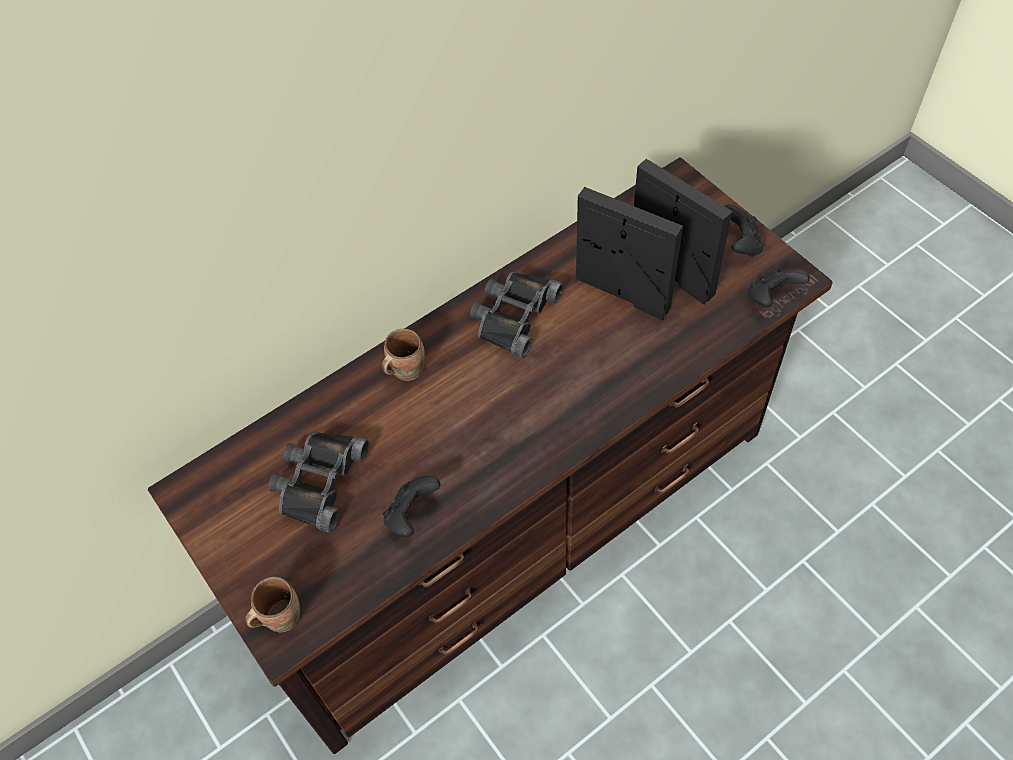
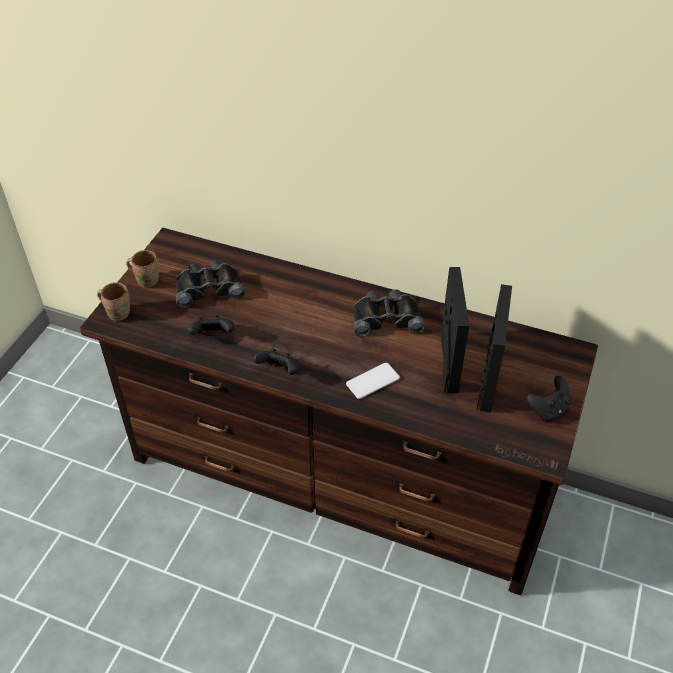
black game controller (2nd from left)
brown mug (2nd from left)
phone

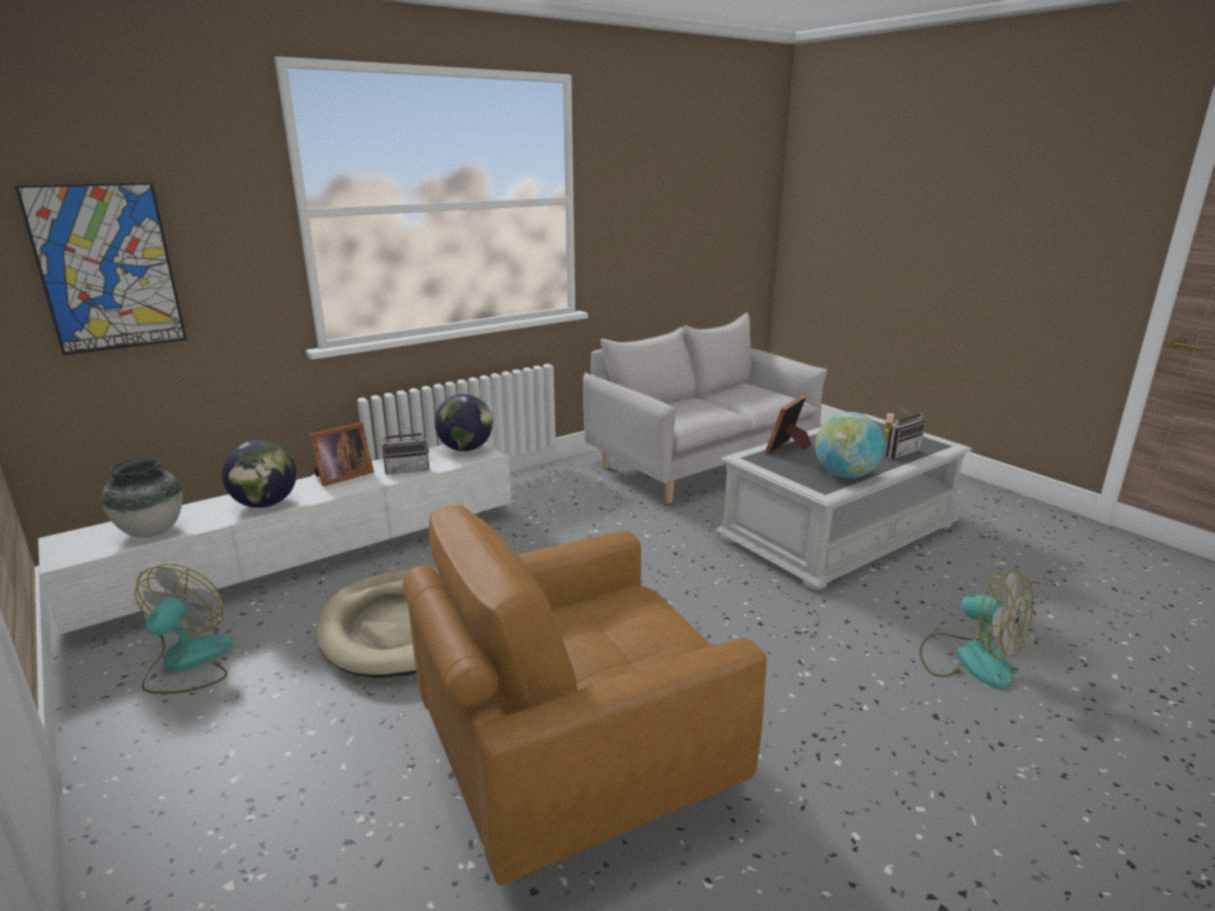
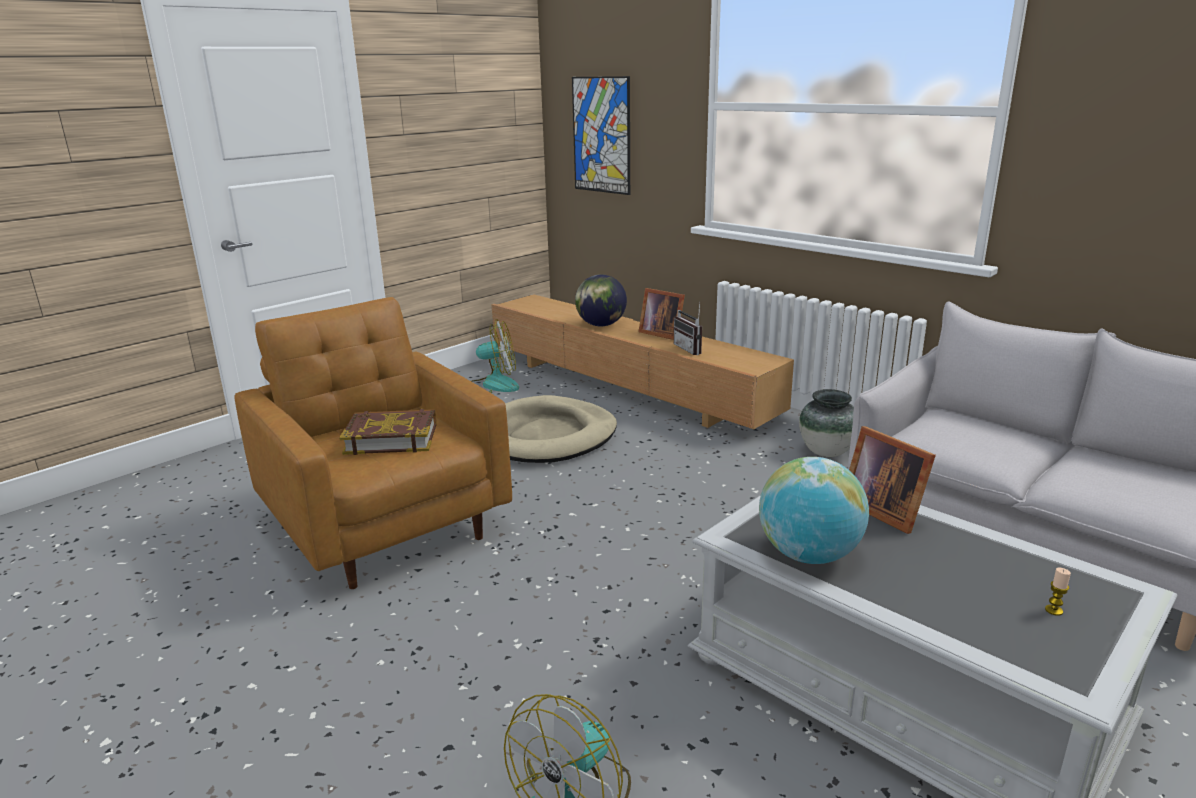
globe (2nd from left in the first image)
picture frame (2nd from left)
radio (2nd from left in the first image)
brown tv stand
vase
book

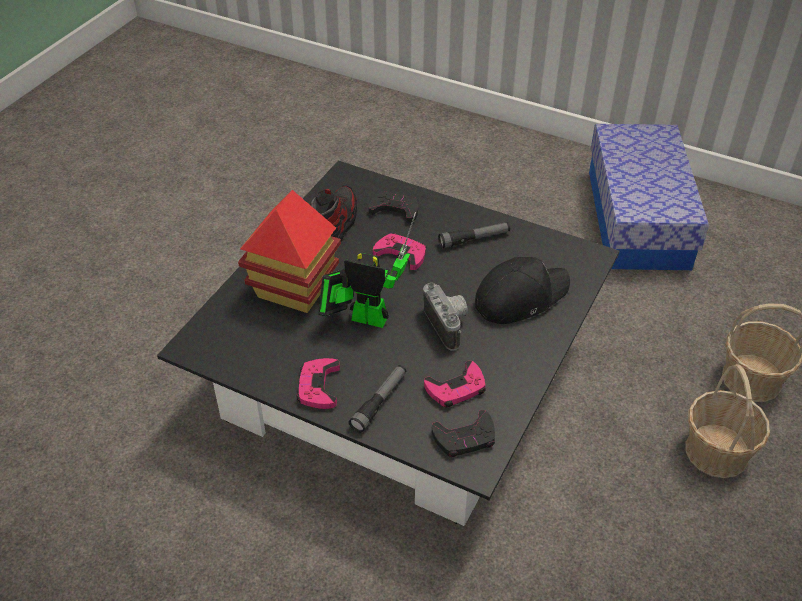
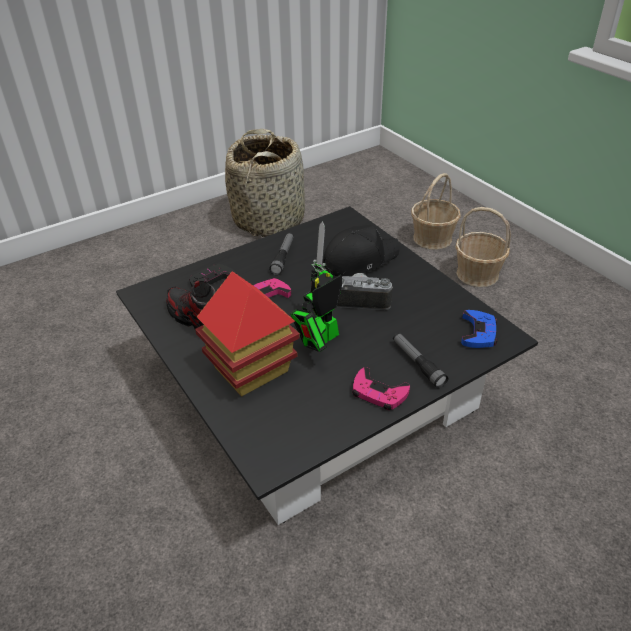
basket (1st from left)
black cap
pink game controller (3rd from left in the first image)
blue game controller

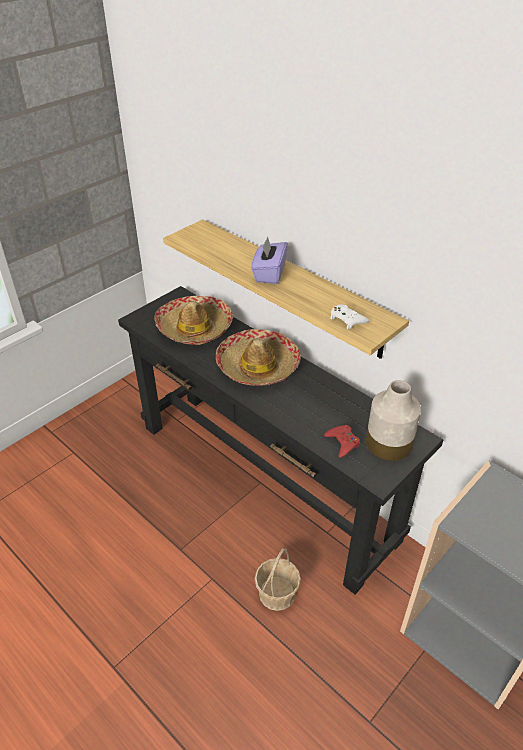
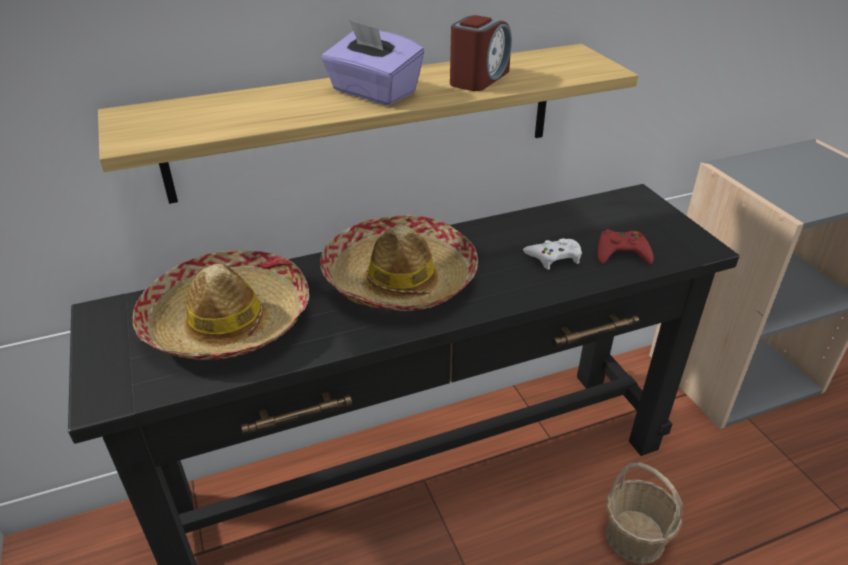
white game controller
beige vase
alarm clock

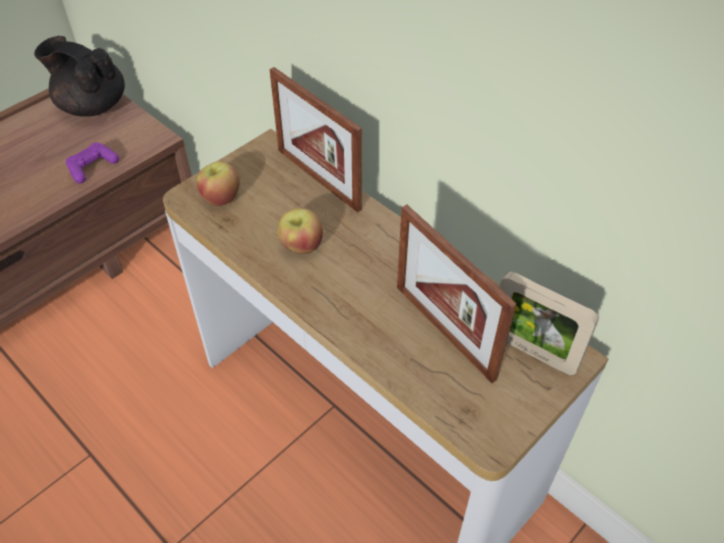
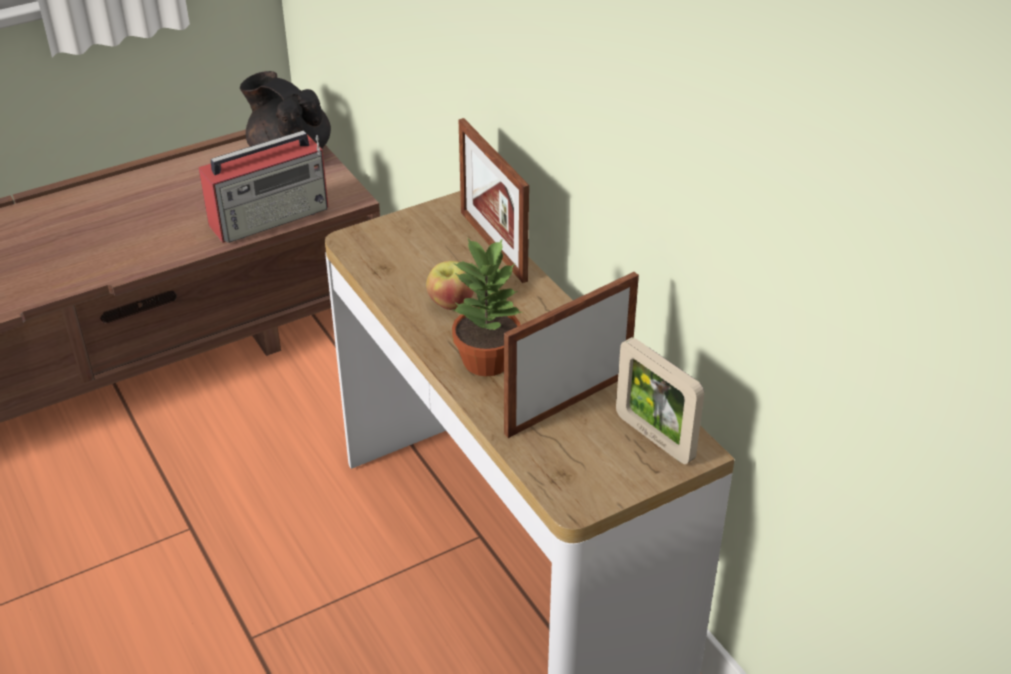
radio
apple (1st from left in the first image)
picture frame (2nd from left)
potted plant

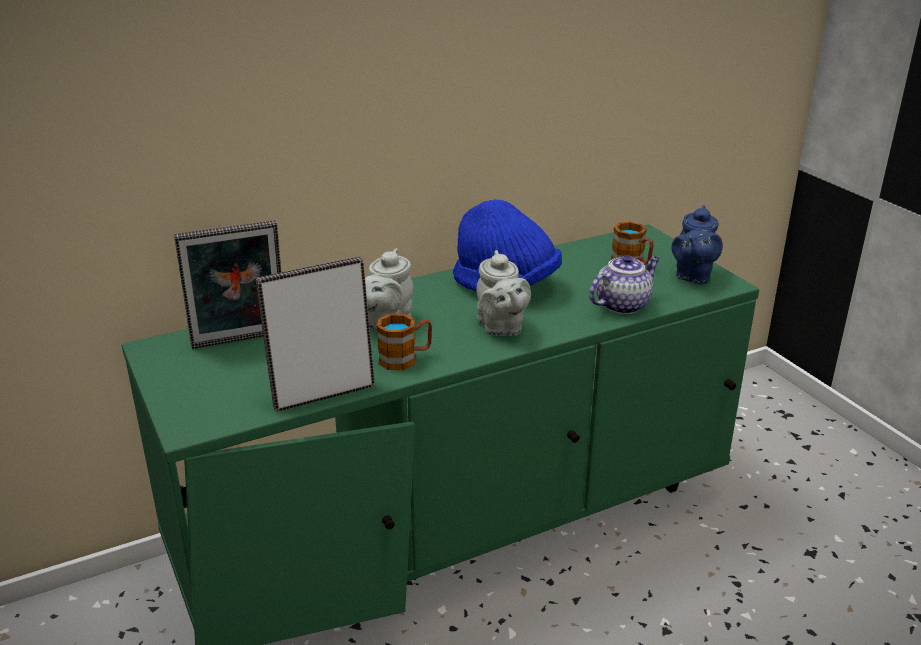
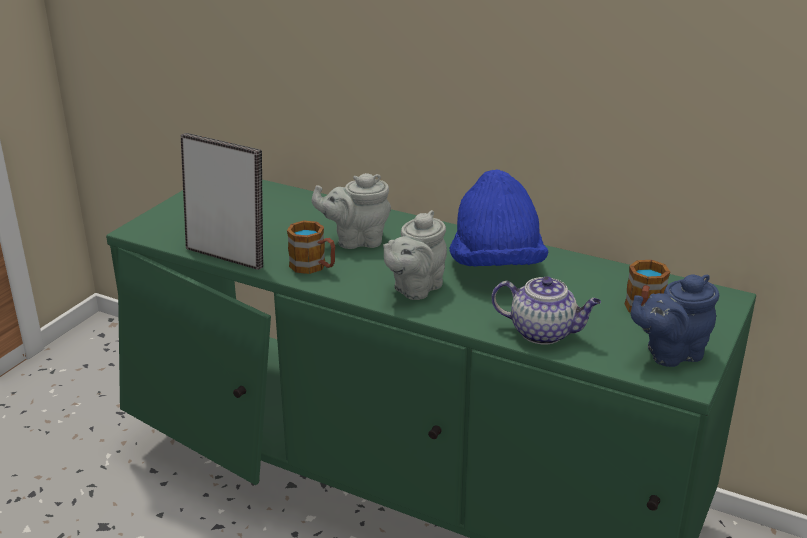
picture frame (1st from left in the first image)

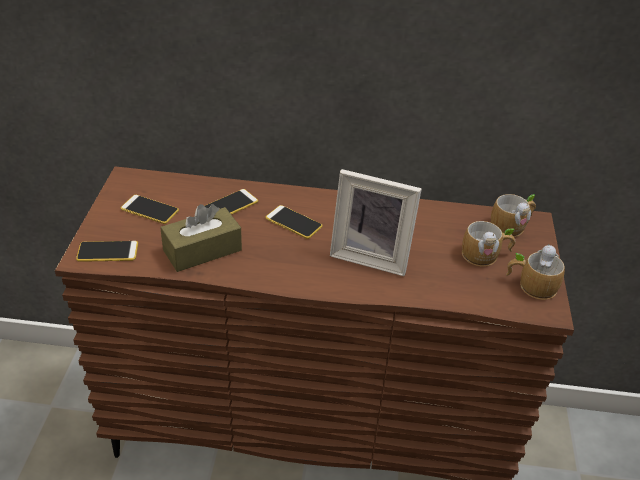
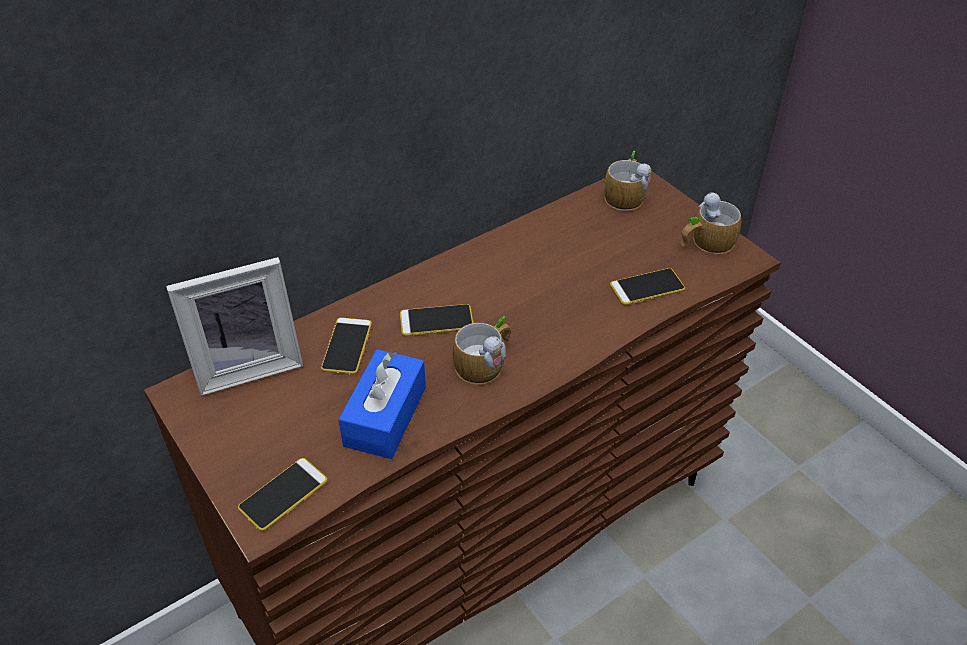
picture frame
phone (4th from left)
blue tissue box
mug (1st from left)

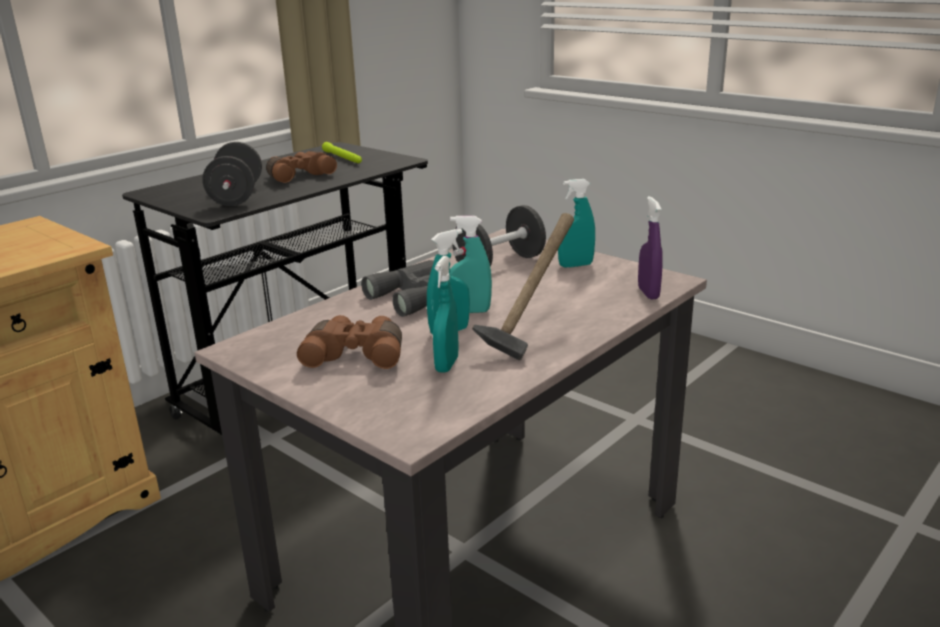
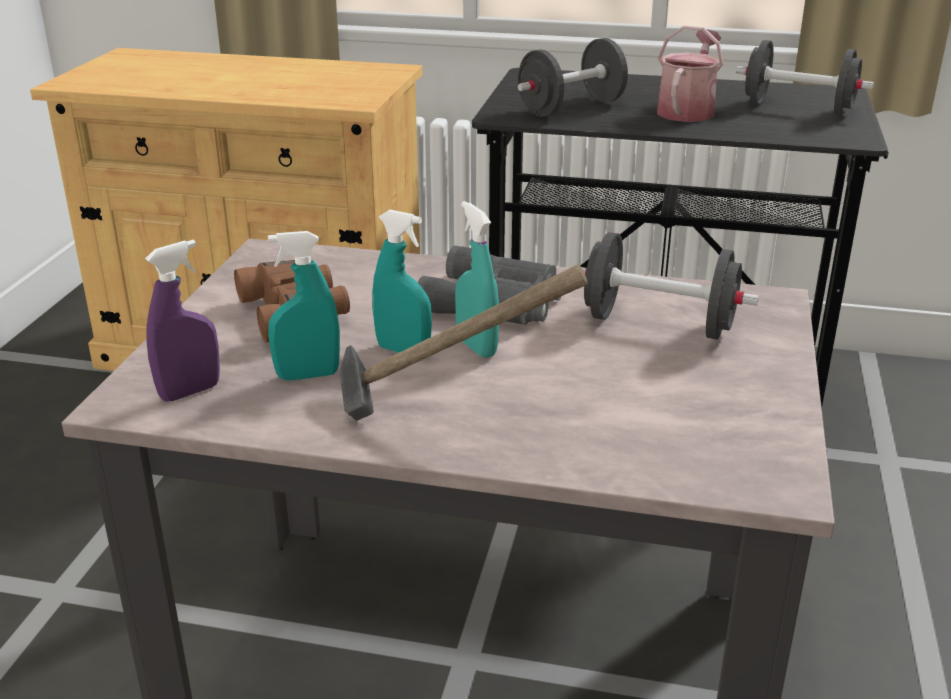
black dumbbell (3rd from left)
watering can
turquoise spray bottle (4th from left in the first image)
purple spray bottle

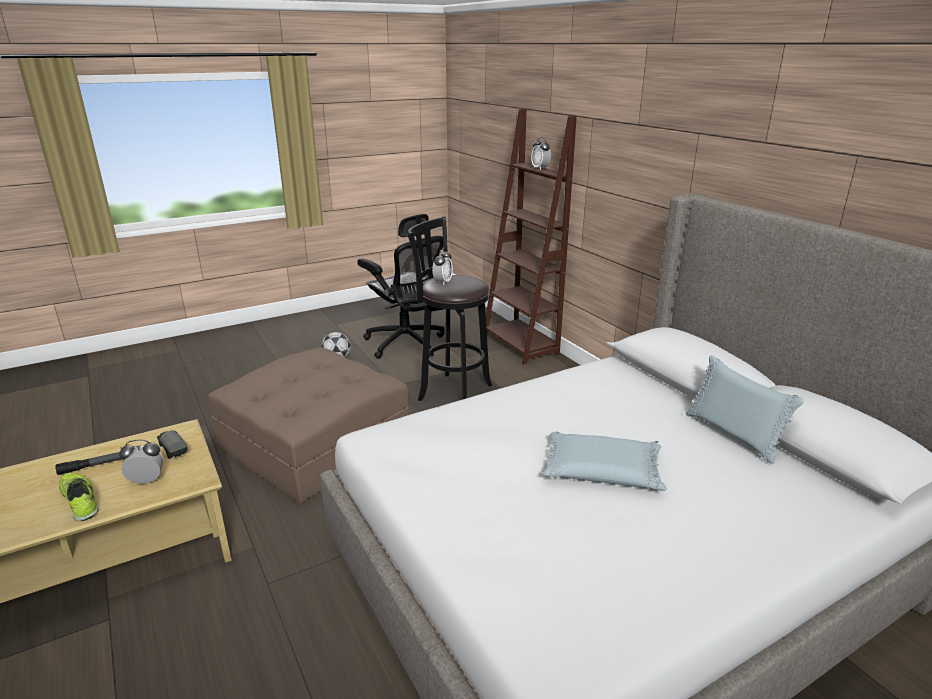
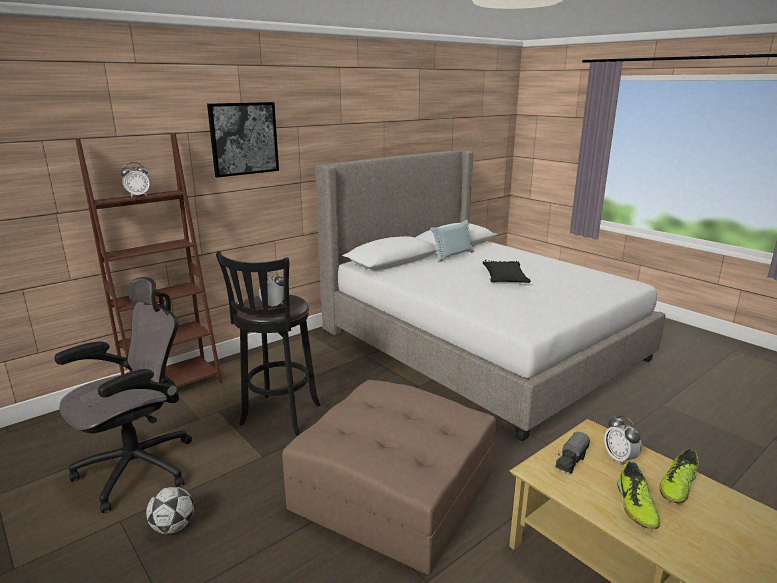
black pillow
shoe (1st from left)
picture

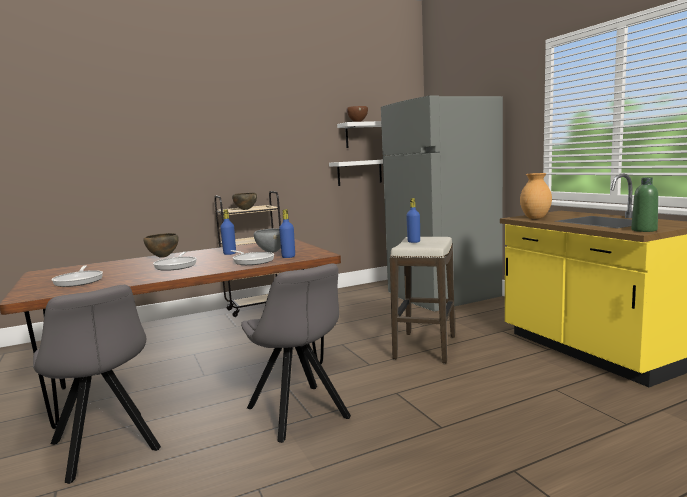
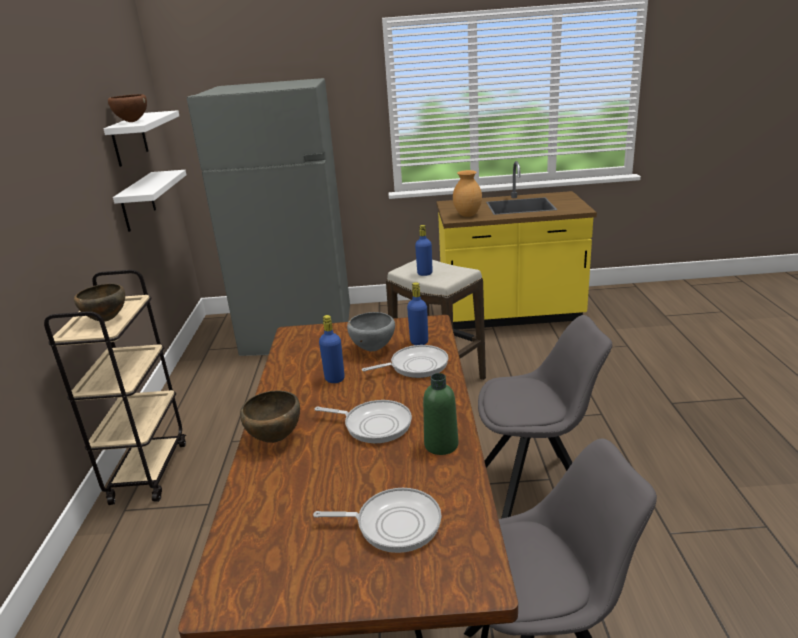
green bottle

